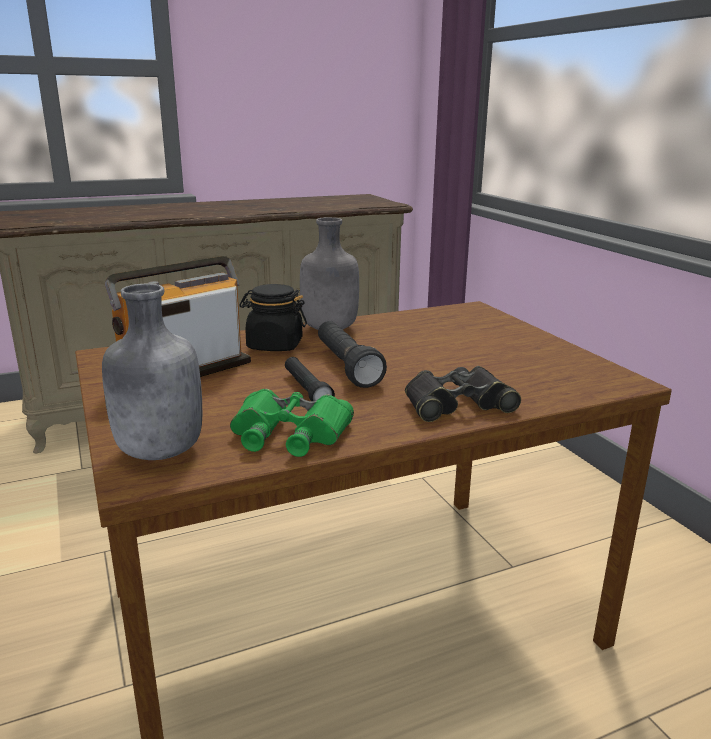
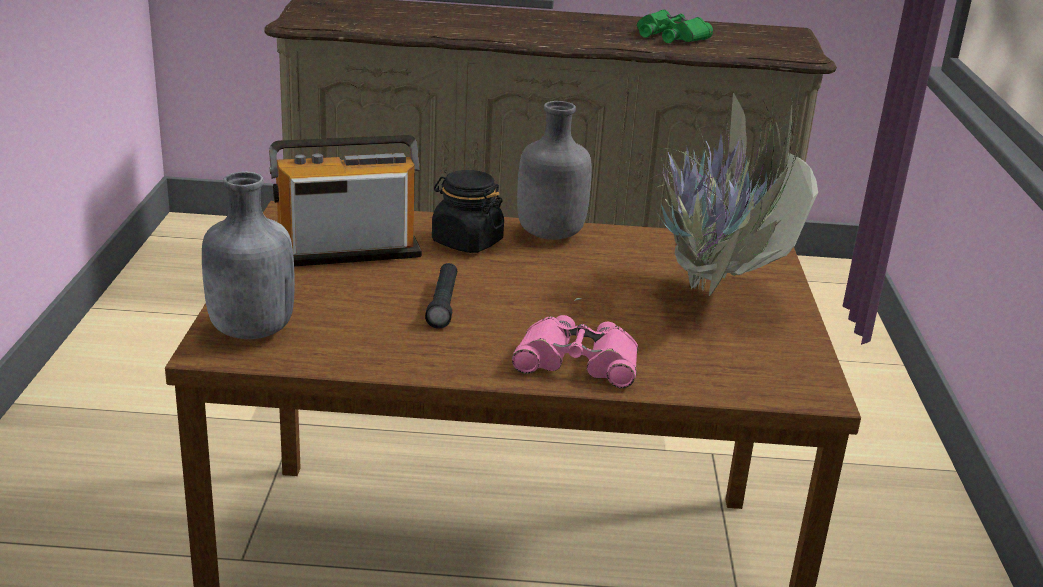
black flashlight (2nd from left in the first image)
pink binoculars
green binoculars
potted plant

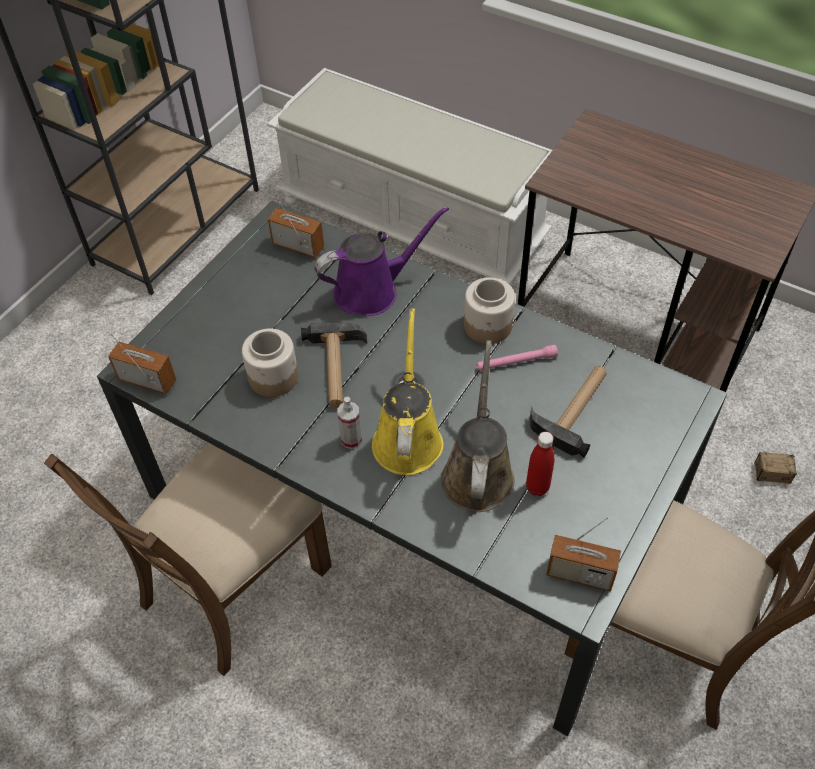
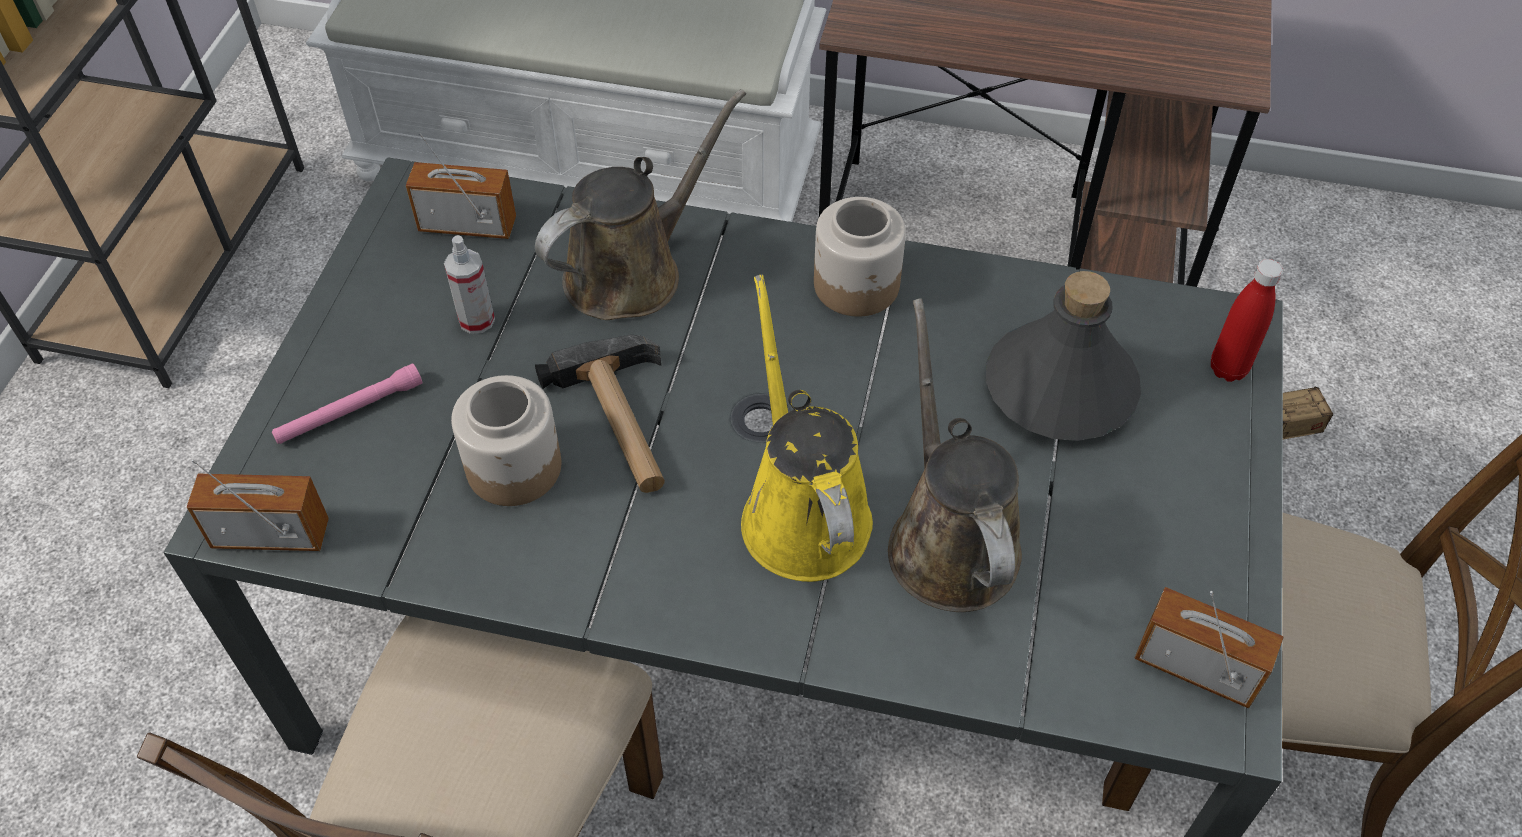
brown watering can (1st from left)
pink flashlight
grey bottle
spray bottle
red bottle
radio (3rd from left)

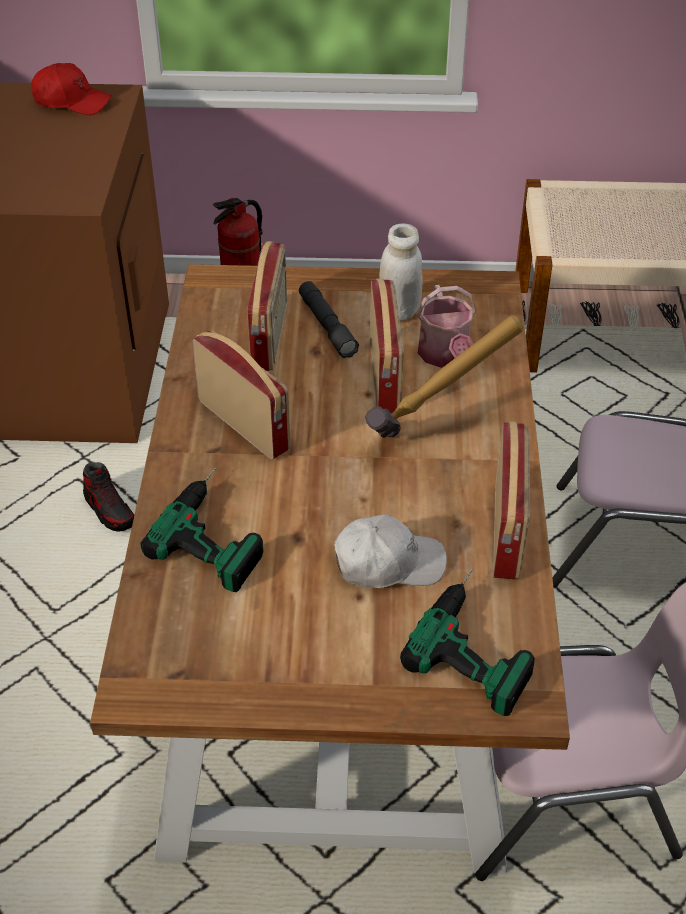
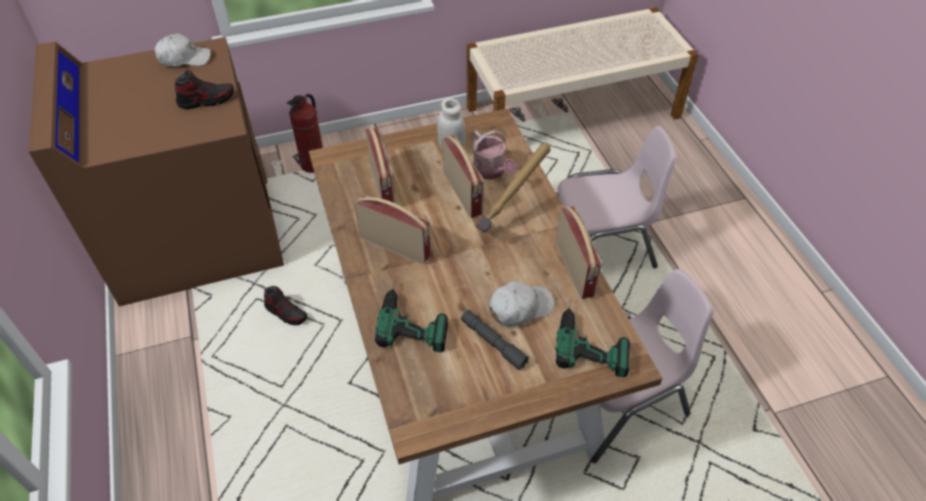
white cap (1st from left)
grey flashlight
shoe (1st from left)

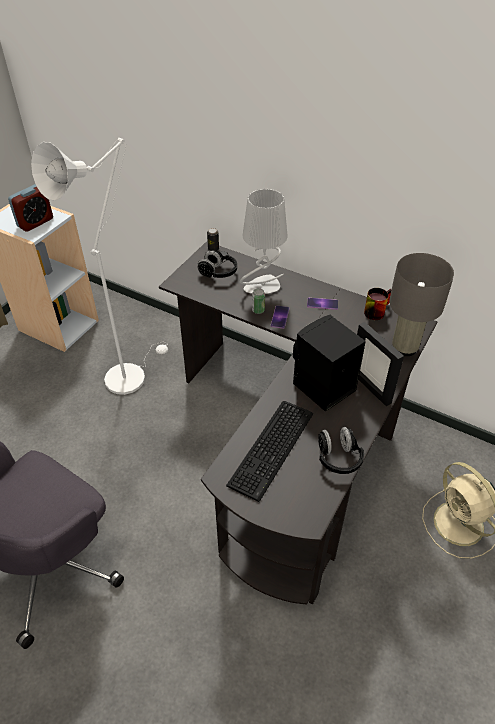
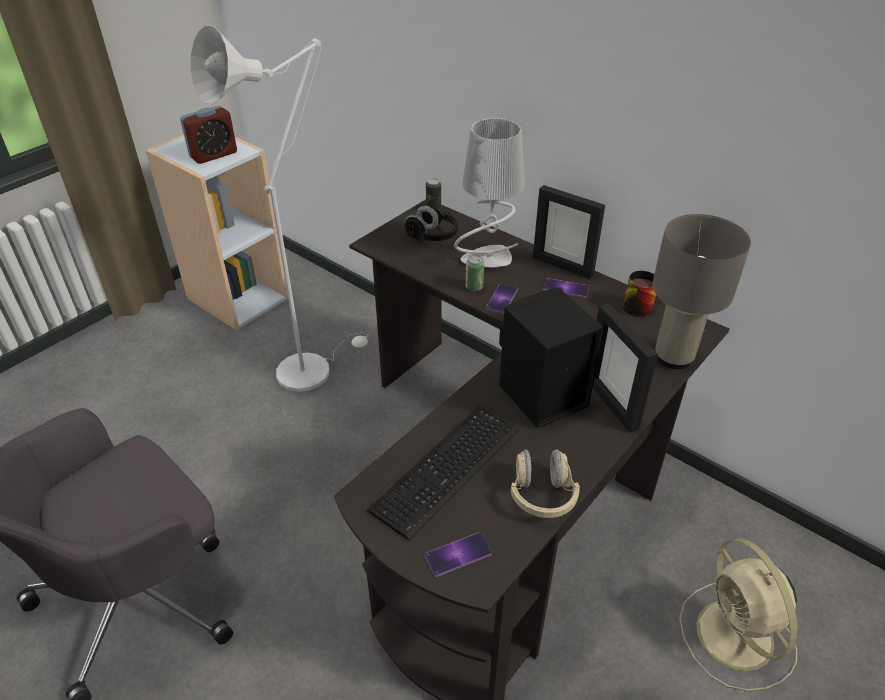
beige headphones
picture frame (1st from left)
phone (1st from left)

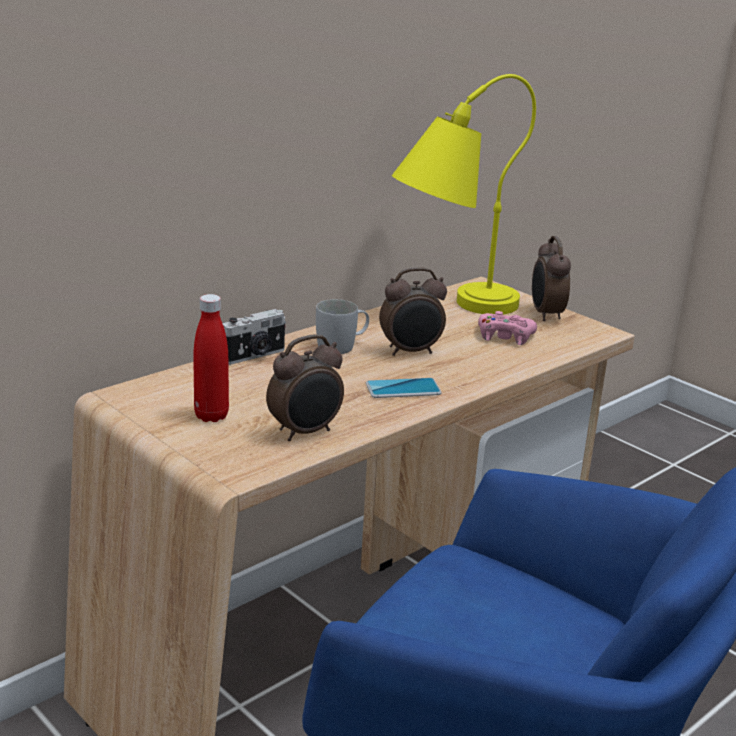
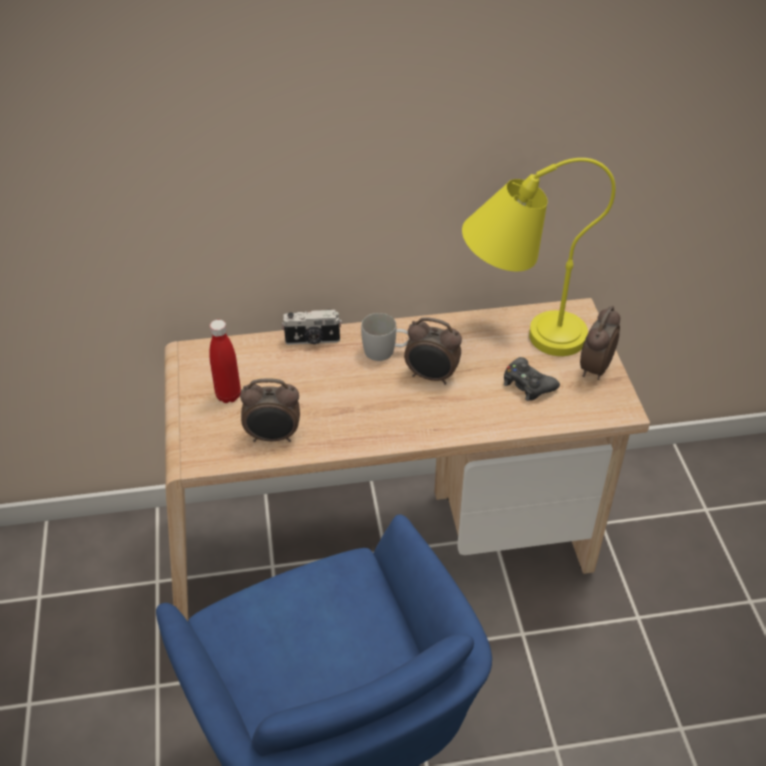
black game controller
phone

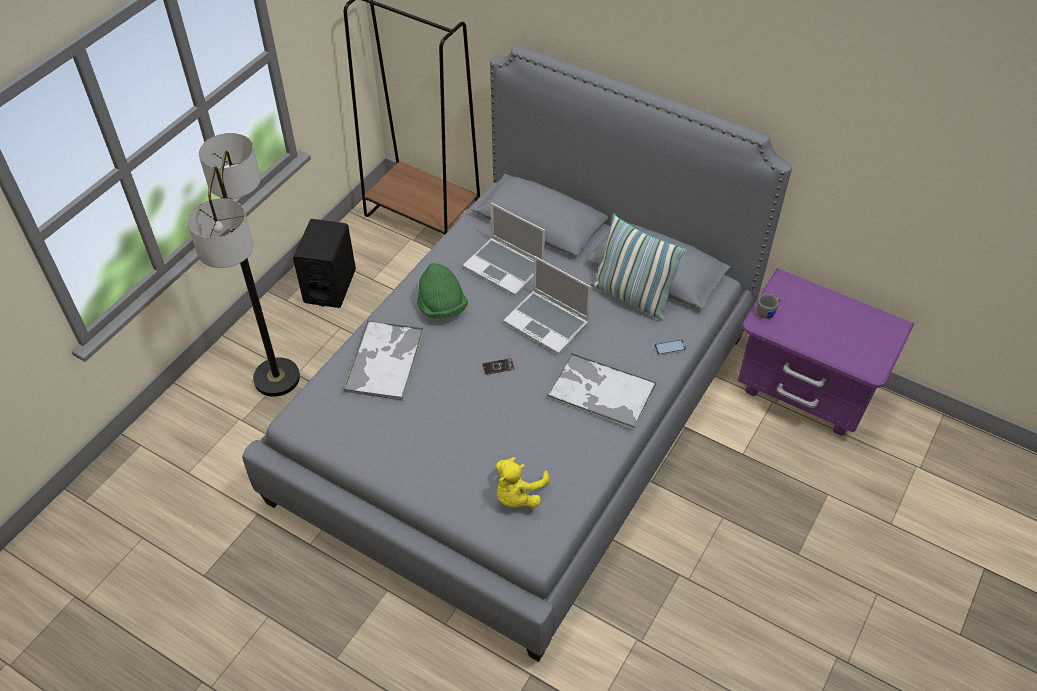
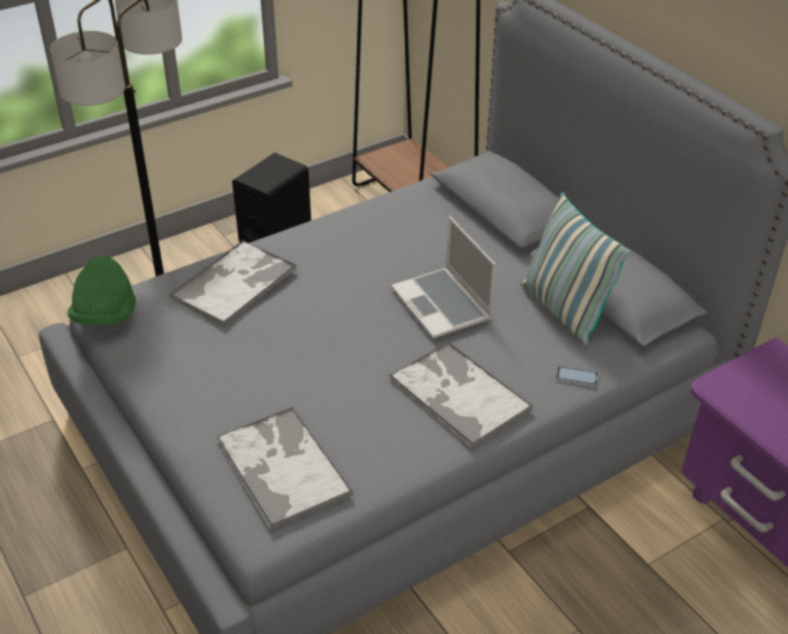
laptop (1st from left in the first image)
green hat
grey mug
phone (1st from left in the first image)
tray (2nd from left)

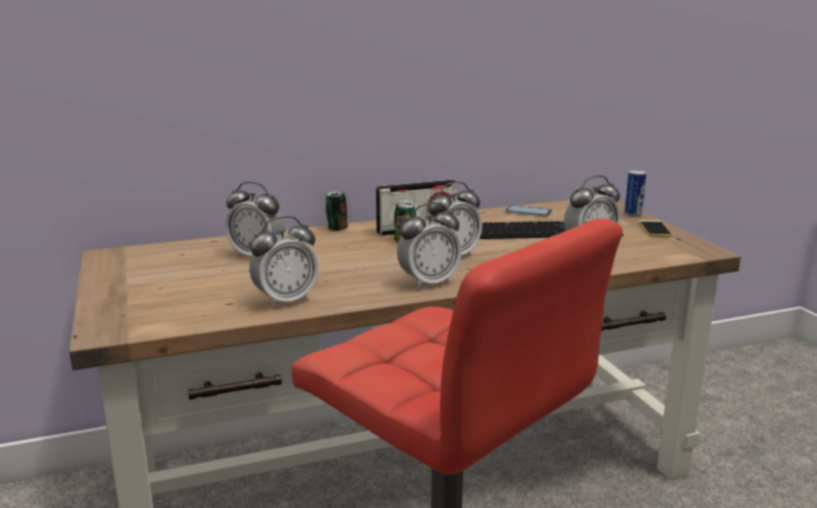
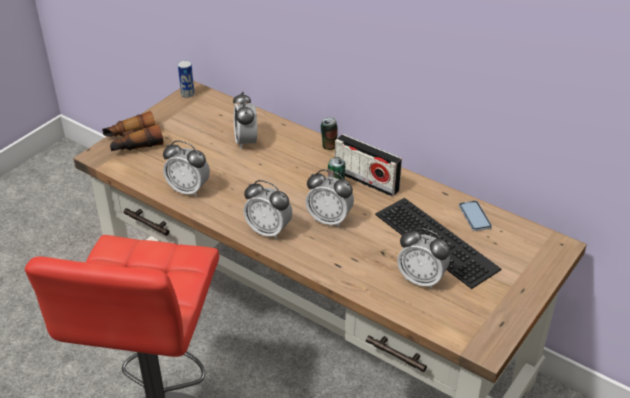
can (1st from left)
phone (2nd from left in the first image)
binoculars

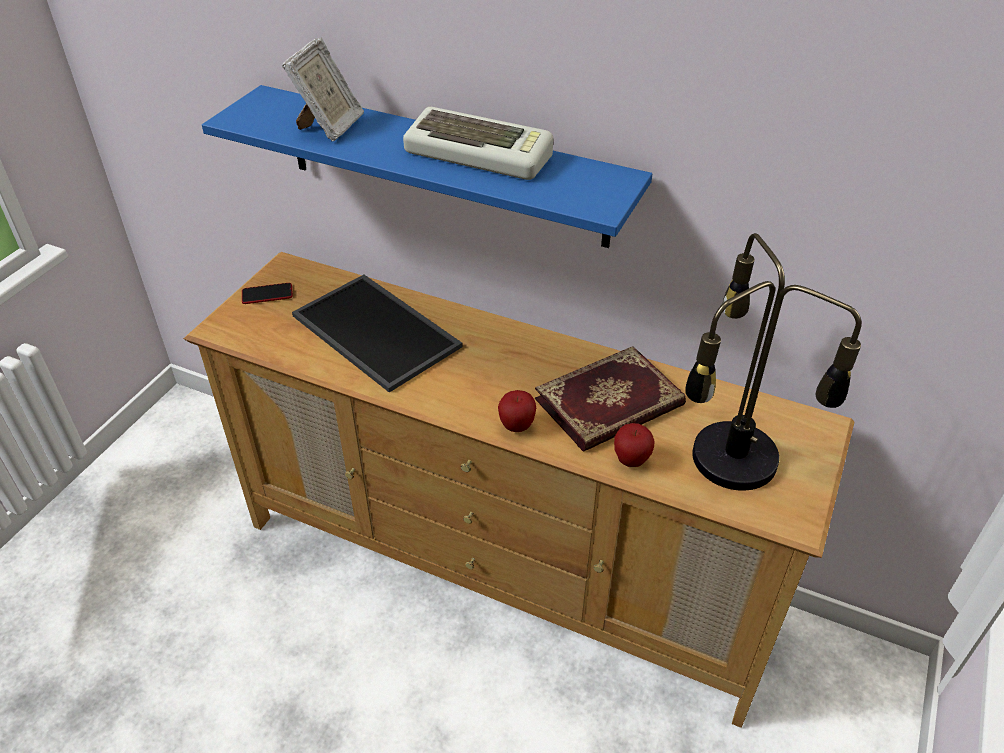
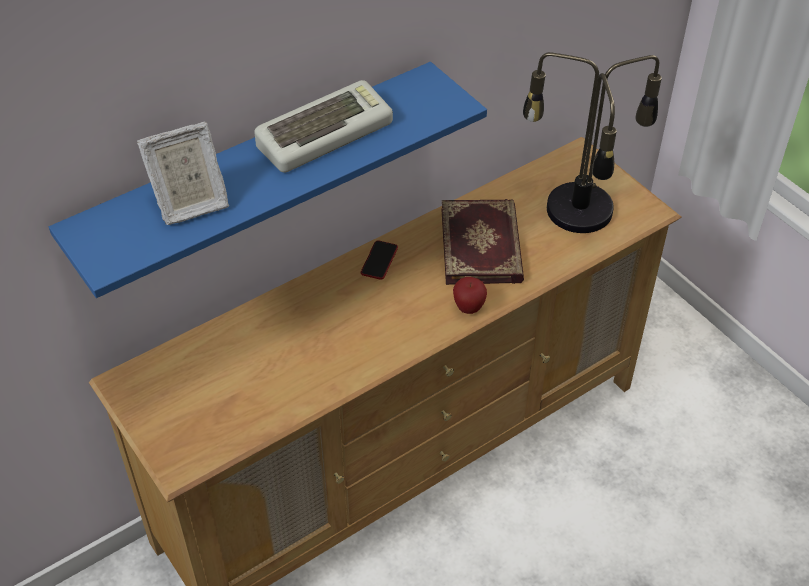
picture frame
tray
phone
apple (2nd from left in the first image)

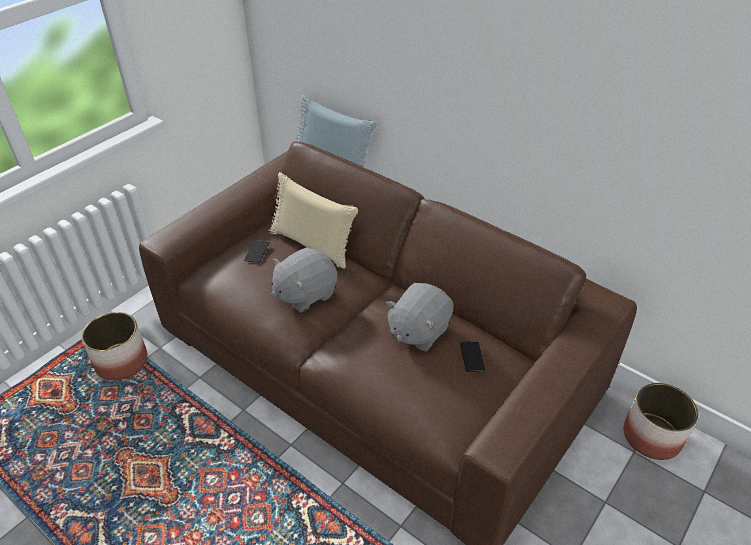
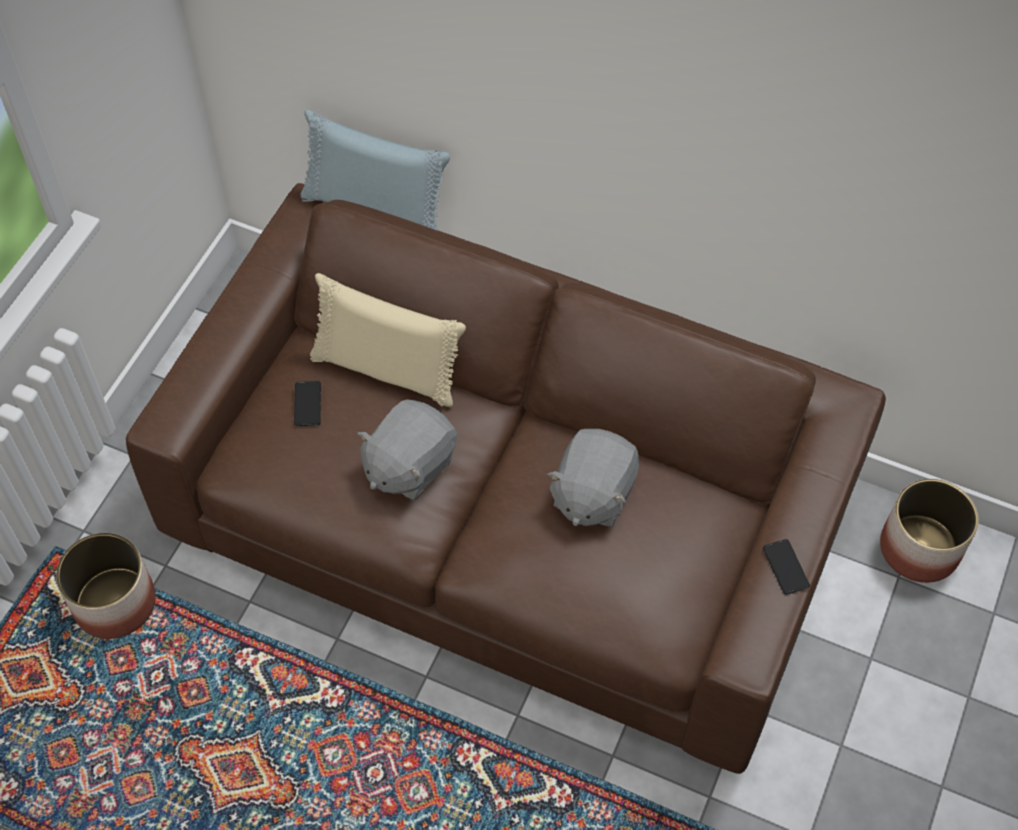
phone (2nd from left)

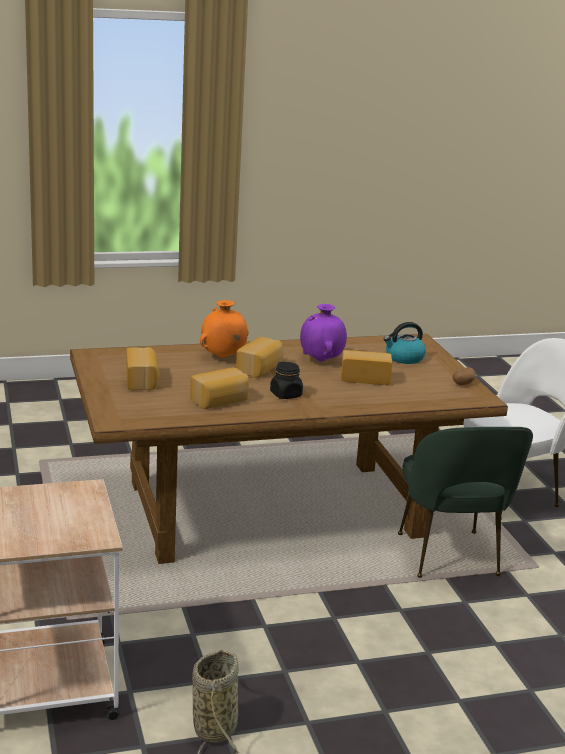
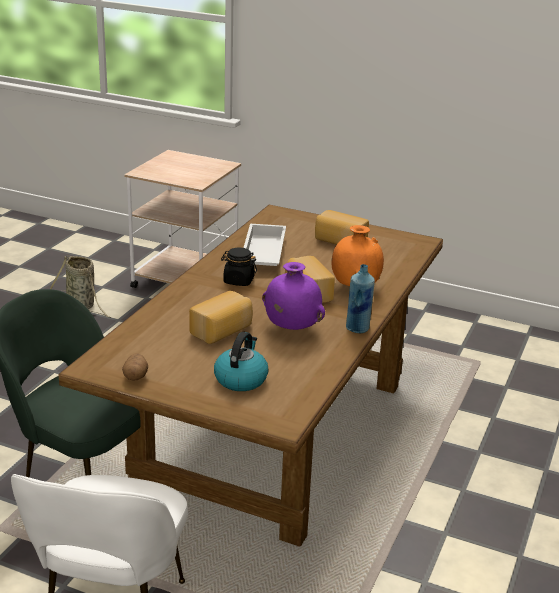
white tray
blue bottle

